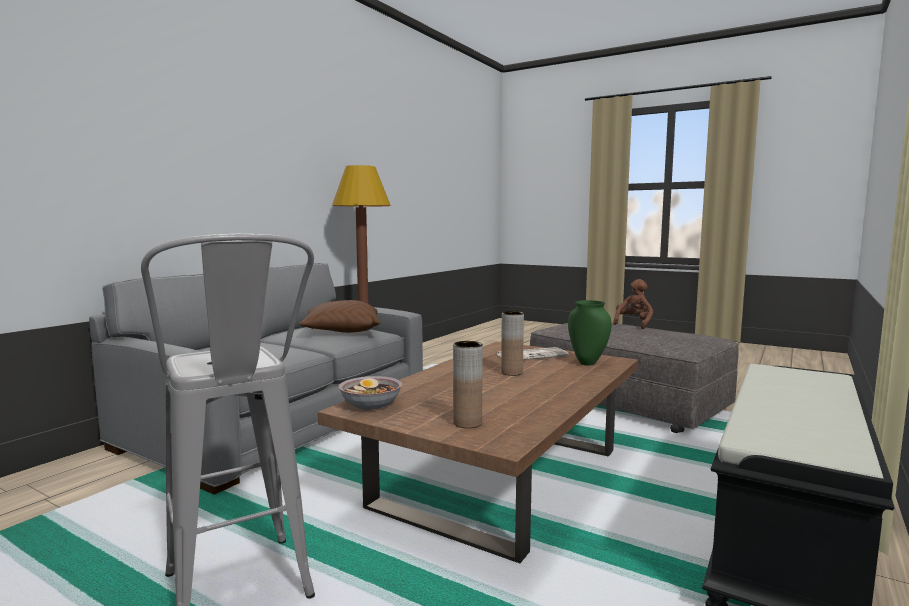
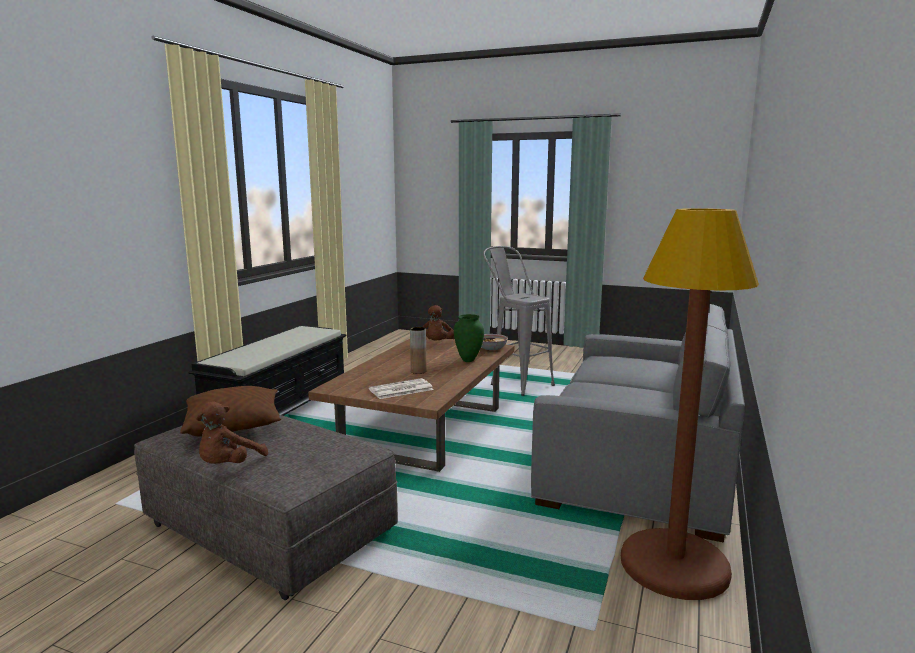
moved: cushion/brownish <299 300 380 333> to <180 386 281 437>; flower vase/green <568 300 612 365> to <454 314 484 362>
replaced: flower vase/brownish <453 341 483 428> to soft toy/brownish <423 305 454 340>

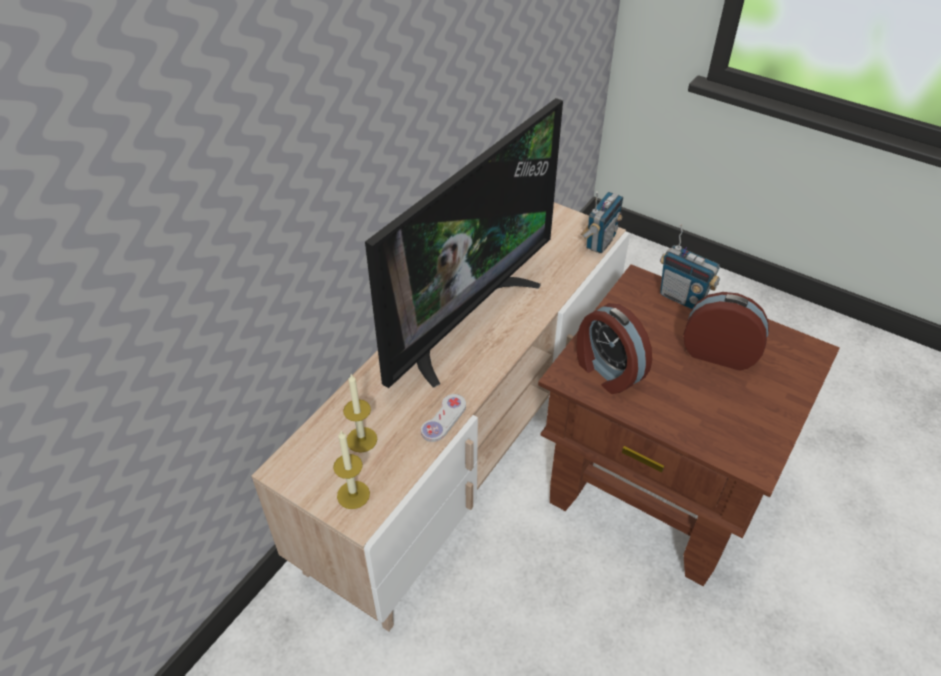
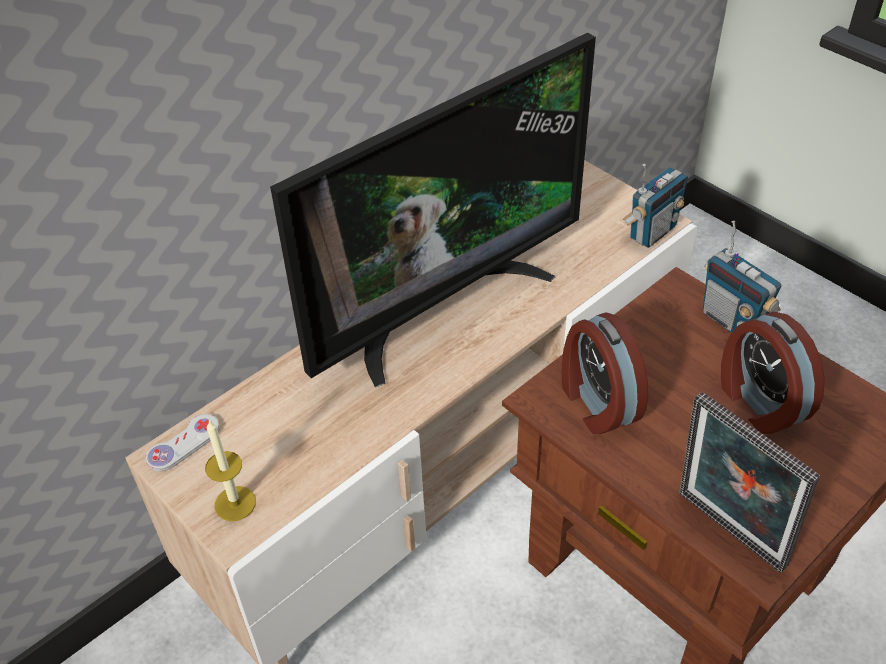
removed: candle <343 374 377 453>
added: photo frame <679 392 820 573>
moved: game controller/white <421 394 466 442> to <145 414 220 472>
turned: bedside clock <683 292 769 370> = <721 312 825 434> 150 degrees counterclockwise

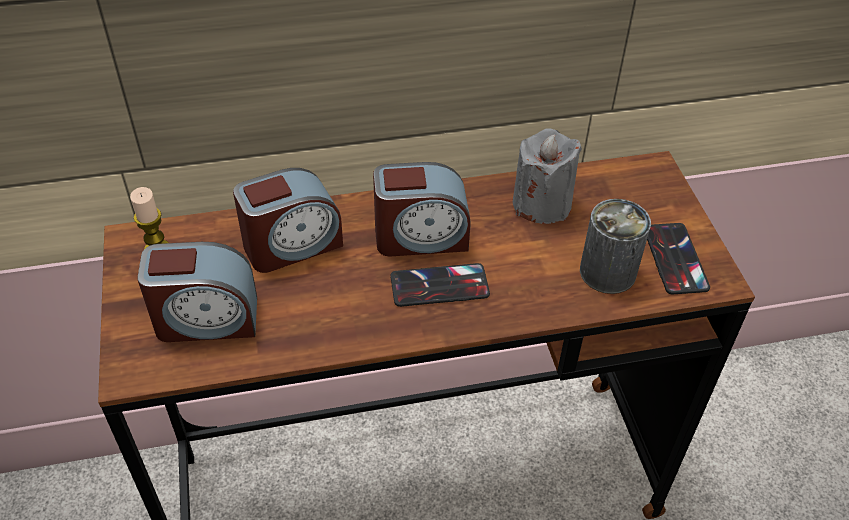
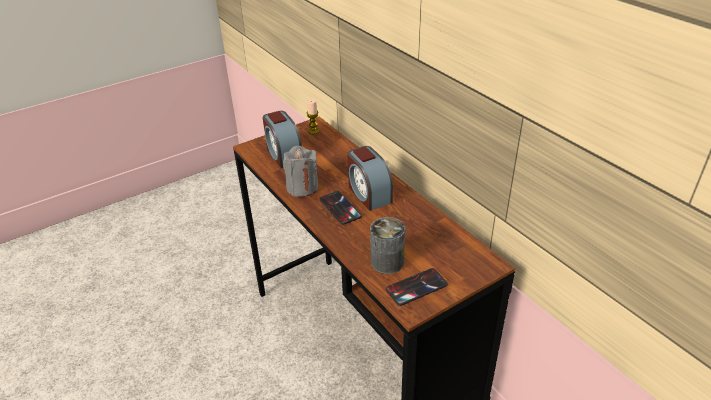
removed: bedside clock <233 168 343 273>
moved: candle/greyish <513 128 582 224> to <283 146 318 197>

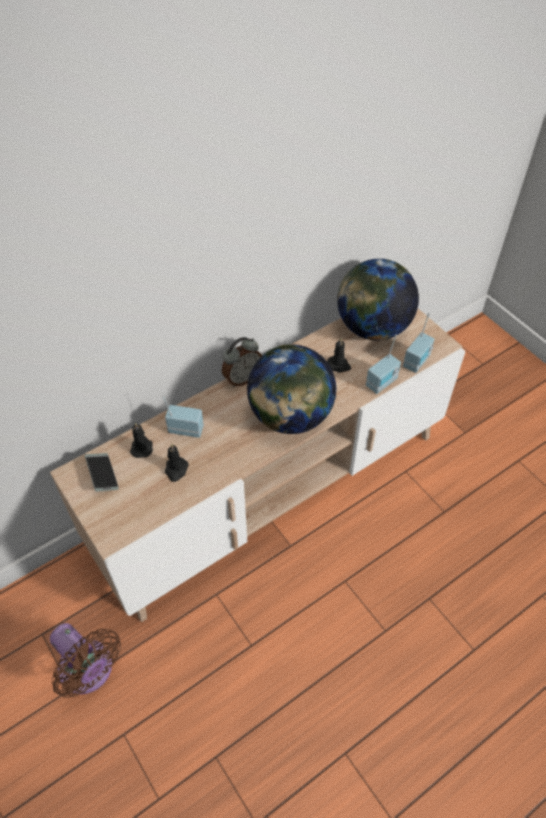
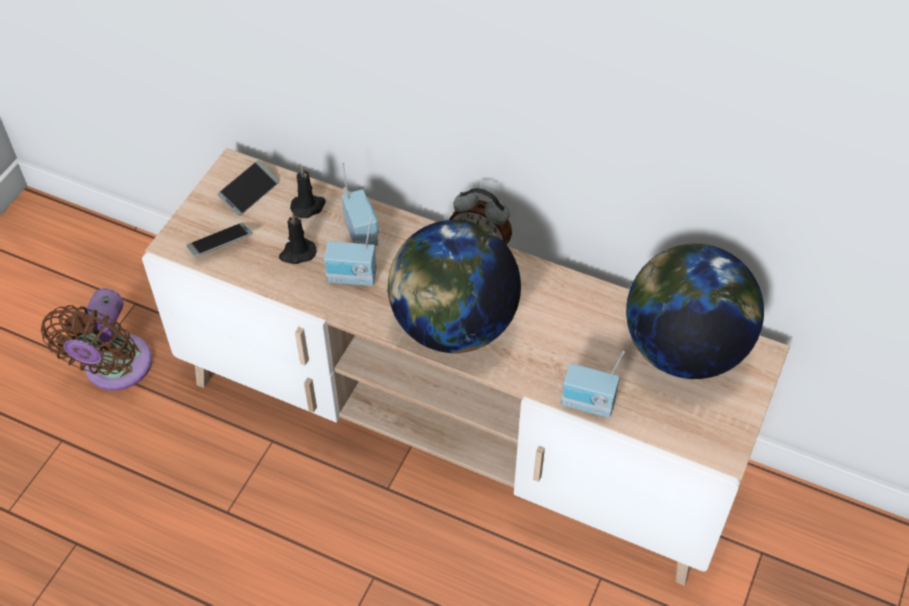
removed: candle/blackish <327 338 351 373>
added: handset <186 223 253 257>
moved: radio <403 312 434 373> to <324 218 377 286>

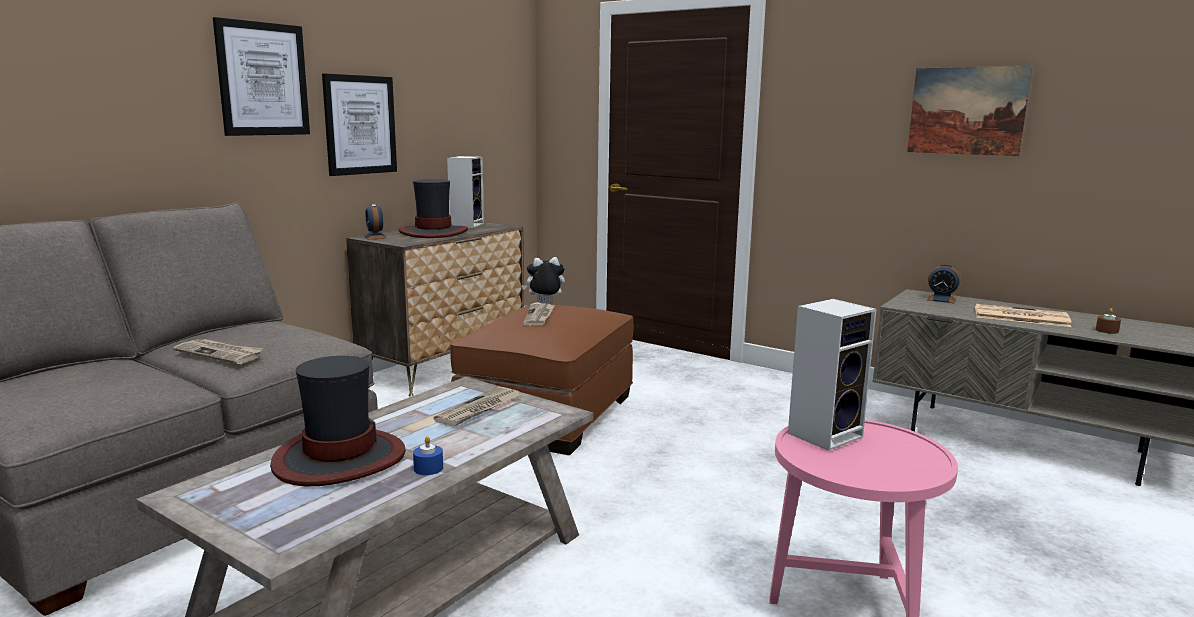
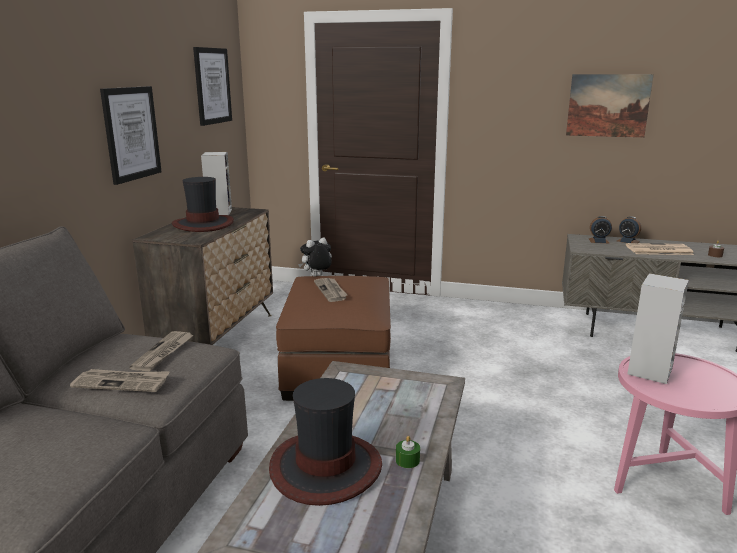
moved: newspaper <434 387 522 427> to <129 331 194 371>; wall picture <213 17 310 136> to <193 47 232 126>; bedside clock <365 204 387 240> to <617 216 641 243>
recoloured: candle/blue <413 436 443 475> to candle/green <396 436 420 468>

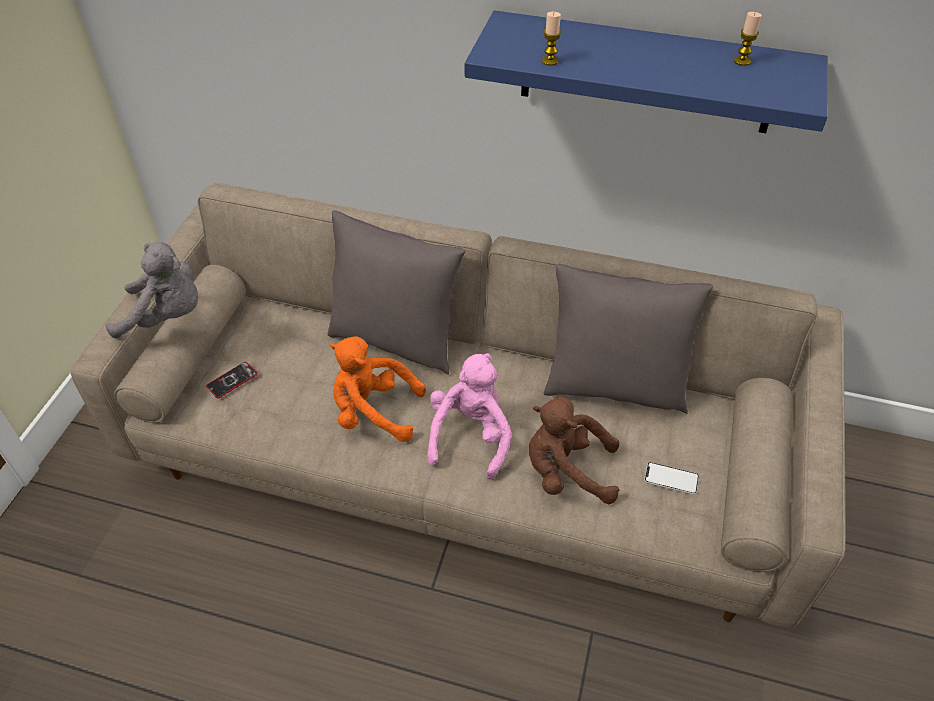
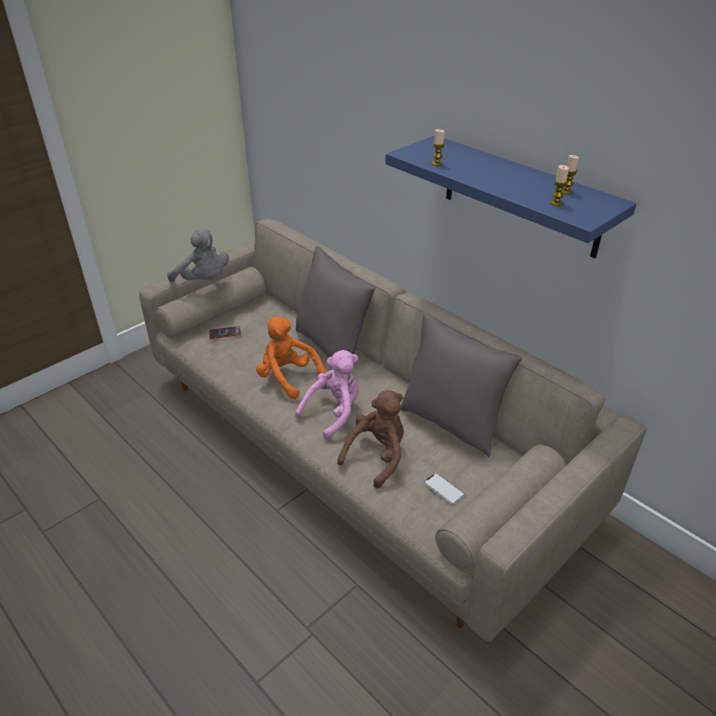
added: candle <550 165 569 206>
turned: soft toy/brownish <529 397 619 504> = <337 390 404 488> 90 degrees clockwise

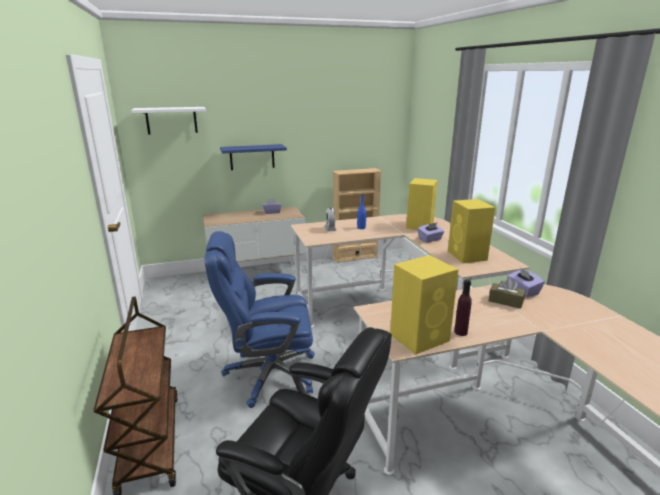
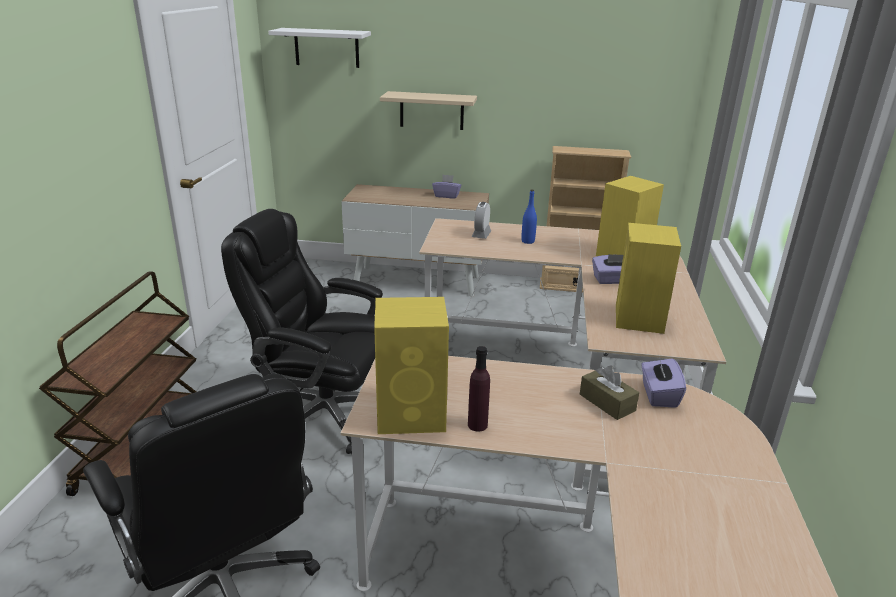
recoloured: computer chair/blue <204 231 315 408> to computer chair/blackish <221 209 383 454>; shelf/blue <220 144 287 170> to shelf/beige <380 91 477 130>

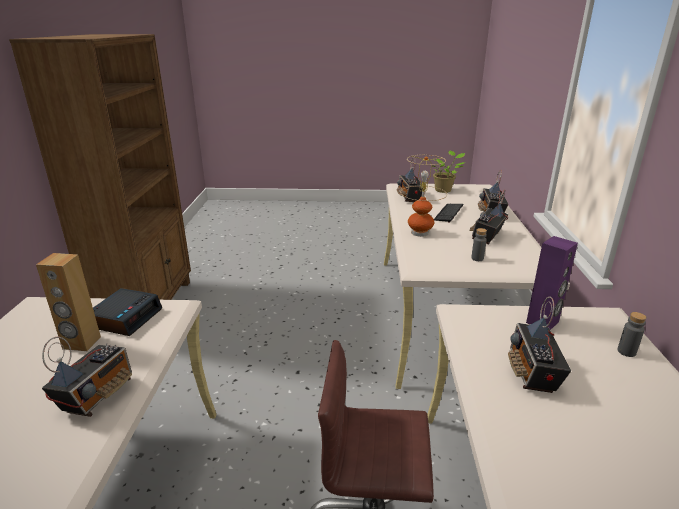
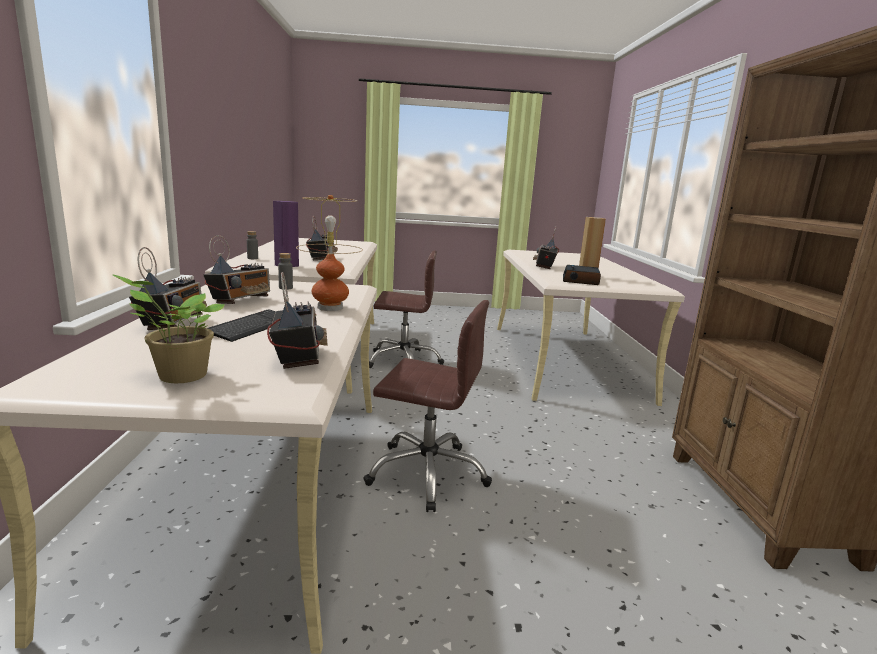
added: computer chair/brownish <363 300 492 512>

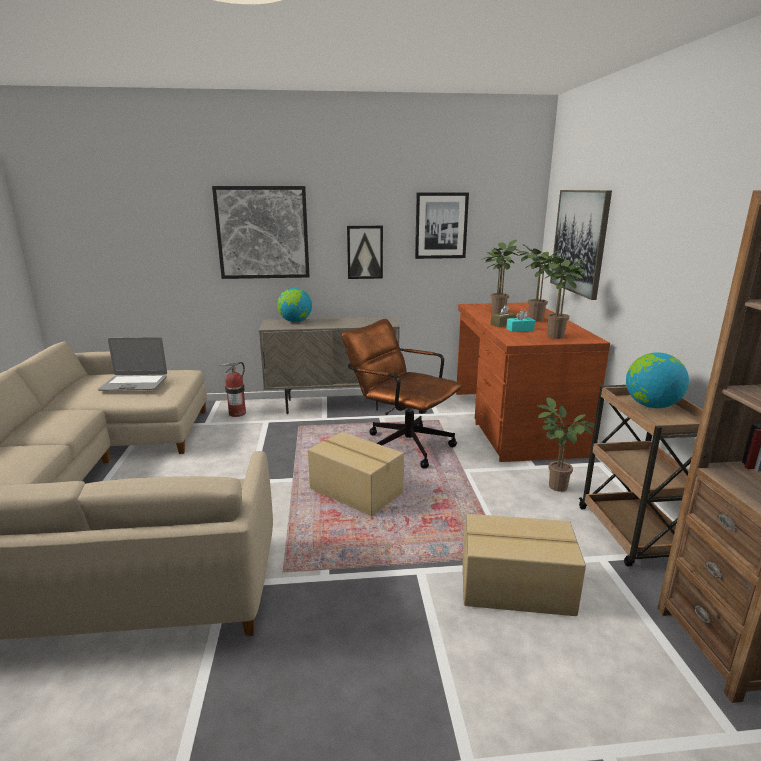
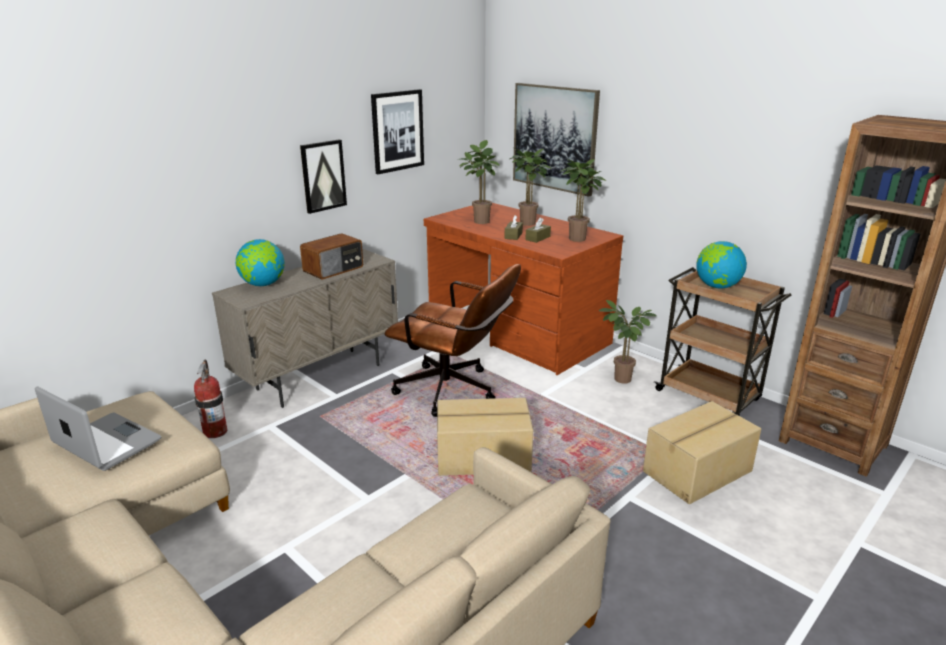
removed: wall picture <212 186 310 279>
added: radio <300 233 363 279>
recoloured: tissue holder/turquoise <506 309 535 332> to tissue holder/brownish <525 218 551 243>
turned: portable computer <98 337 167 391> = <35 386 161 471> 105 degrees counterclockwise; computer chair/brownish <342 319 462 469> = <384 264 521 417> 150 degrees counterclockwise

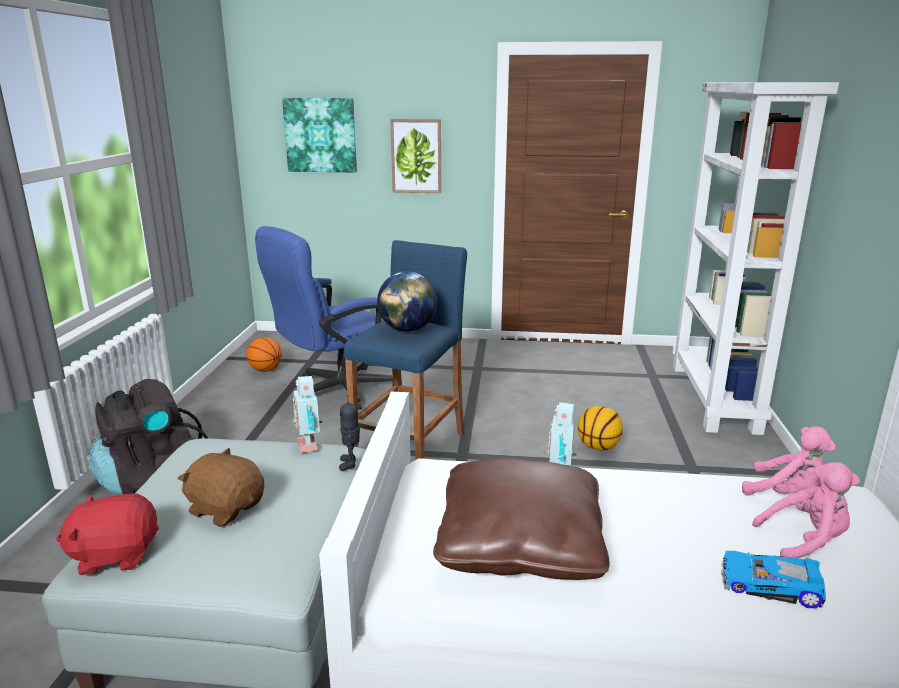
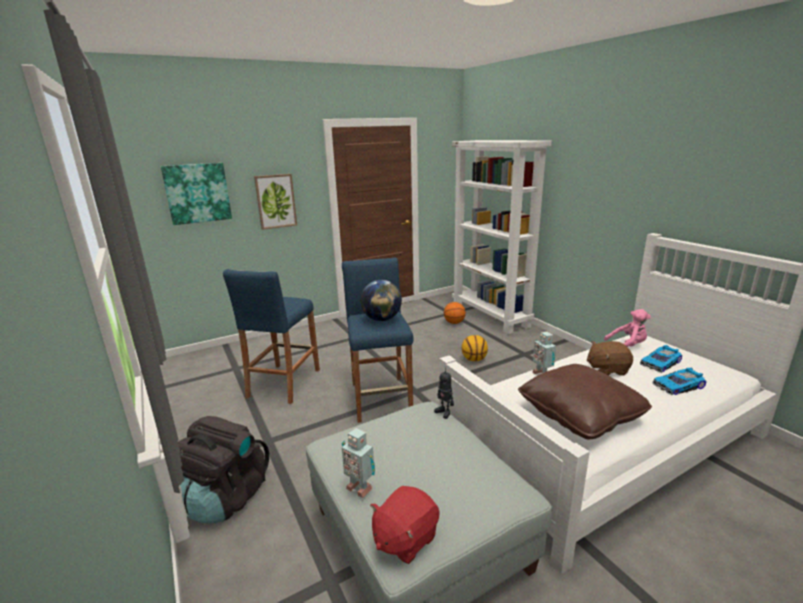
moved: model robot <293 376 322 453> to <342 428 375 498>; ball for basketball <246 337 282 372> to <444 302 466 324>; soft toy/brownish <178 448 264 527> to <587 341 633 376>
replaced: computer chair/blue <255 226 394 410> to sitting stool/blue <223 269 320 404>; soft toy/pinkish <752 462 860 558> to model car <640 345 682 373>

